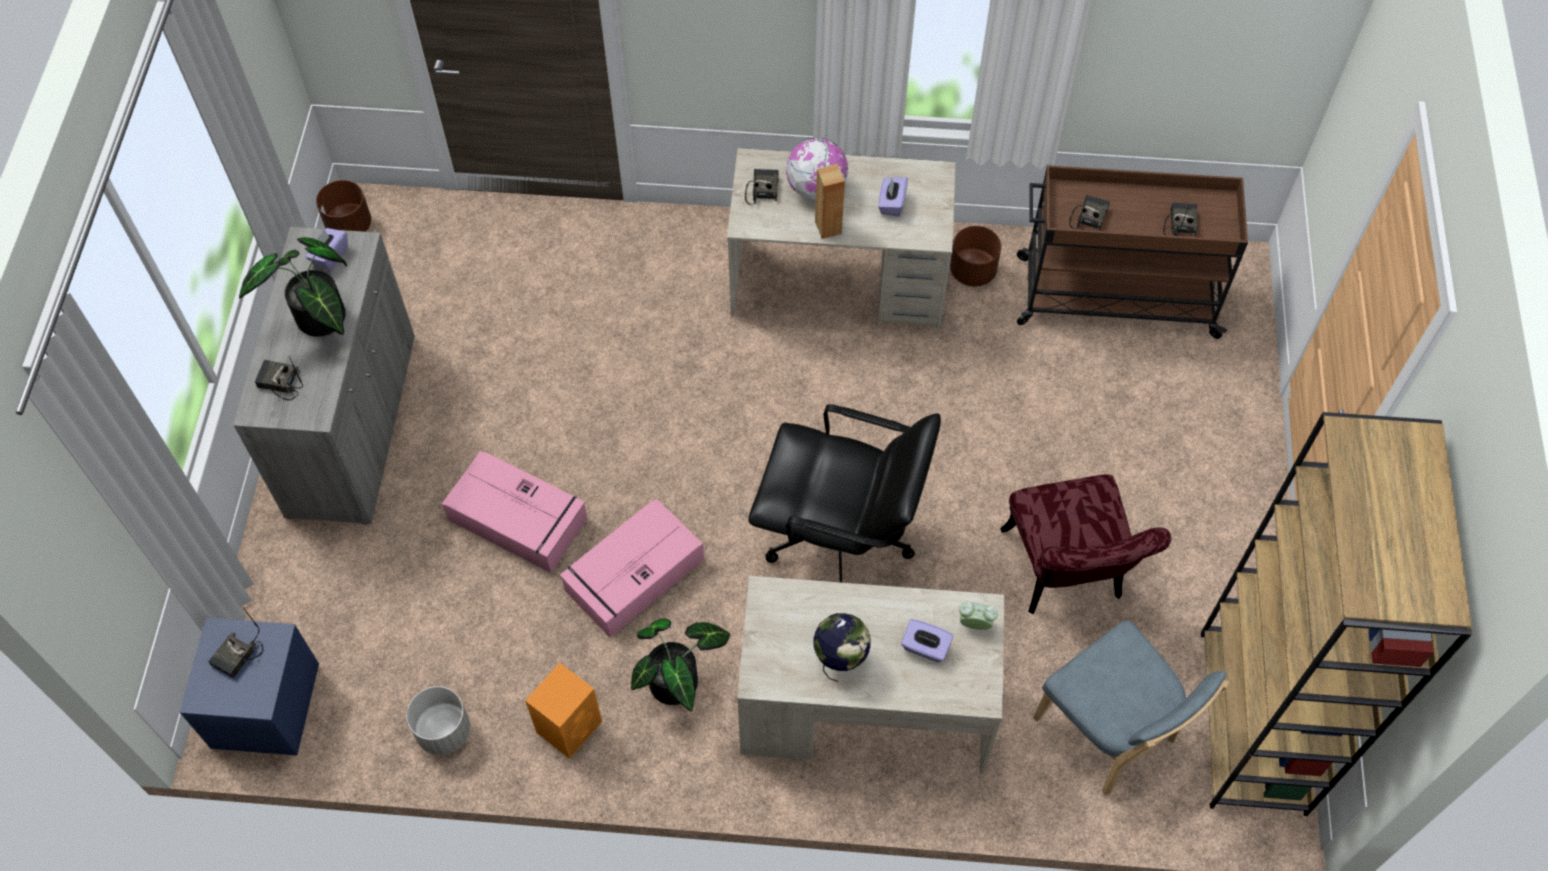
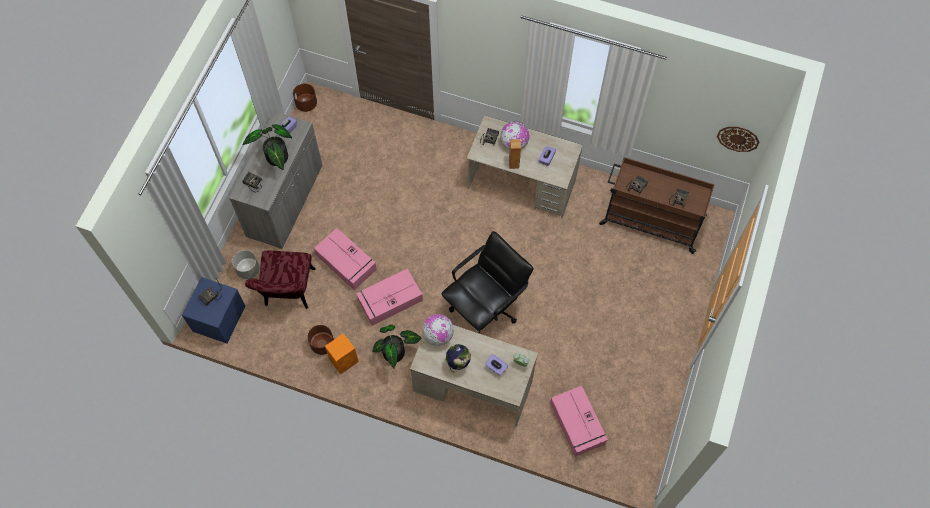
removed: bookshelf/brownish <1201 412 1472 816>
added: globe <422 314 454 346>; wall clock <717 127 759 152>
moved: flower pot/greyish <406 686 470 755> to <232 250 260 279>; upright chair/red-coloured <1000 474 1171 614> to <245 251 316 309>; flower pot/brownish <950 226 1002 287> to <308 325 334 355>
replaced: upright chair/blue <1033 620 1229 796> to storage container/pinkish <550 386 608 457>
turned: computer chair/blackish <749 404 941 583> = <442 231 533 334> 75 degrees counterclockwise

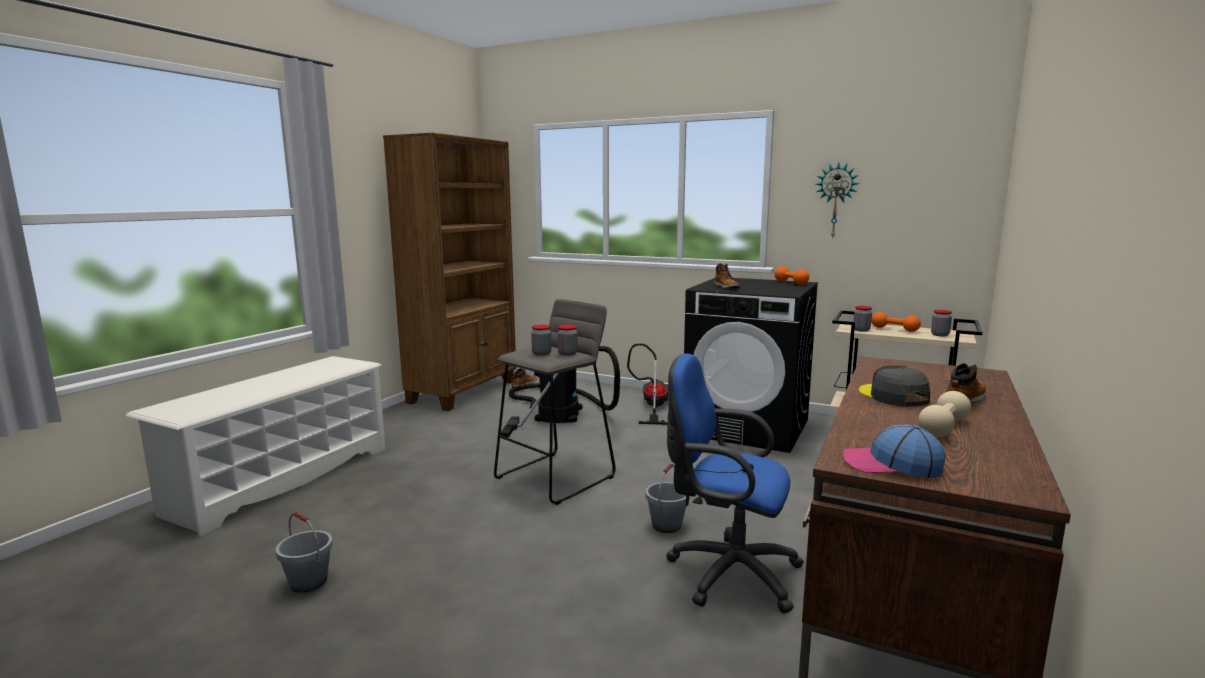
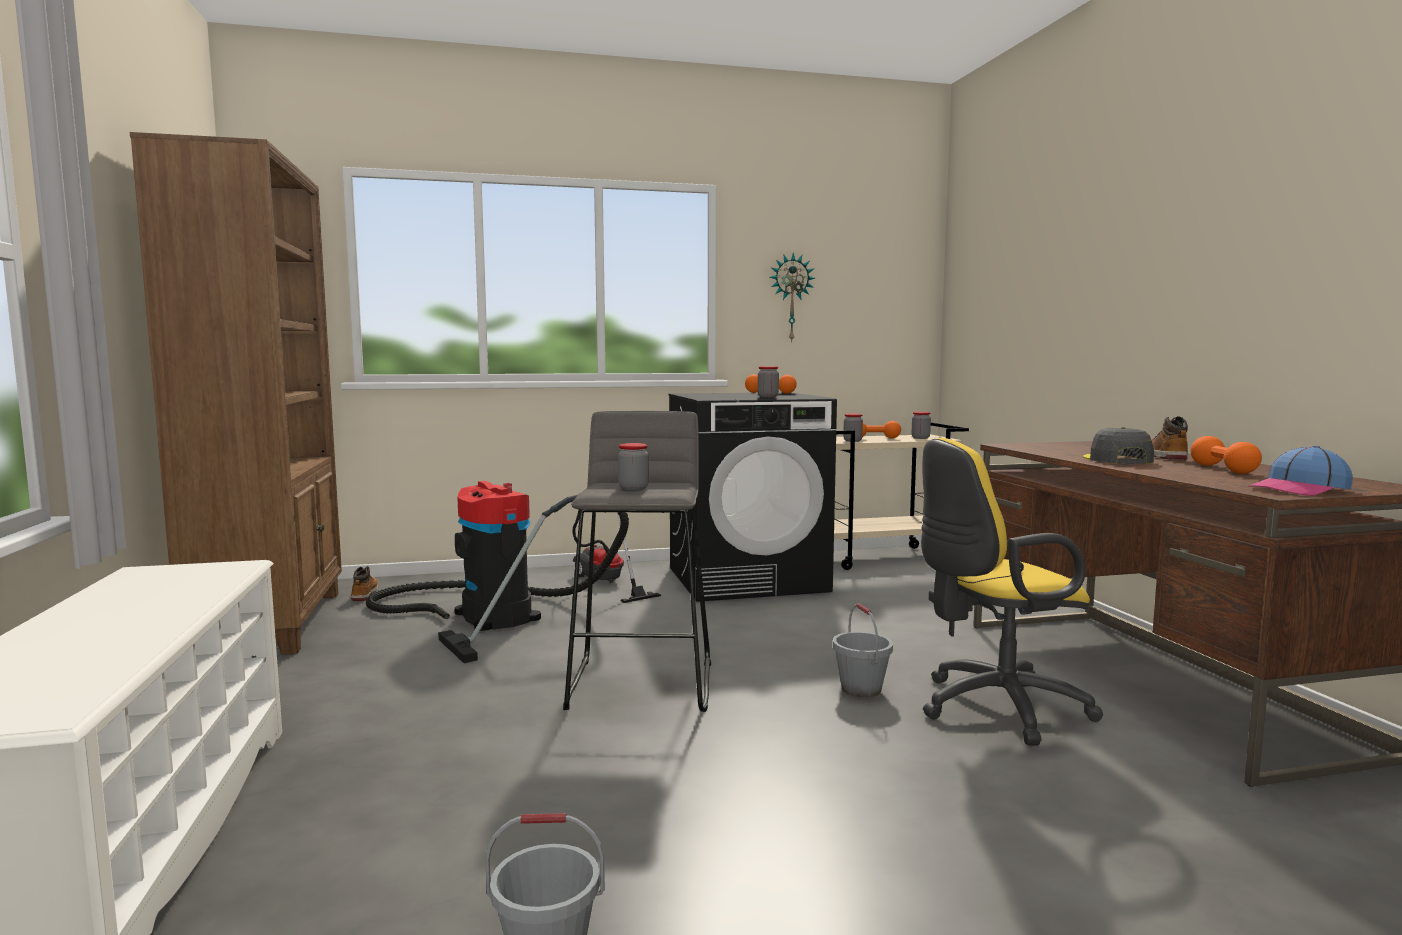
removed: high-top boot <714 263 740 289>
moved: jar <558 325 578 356> to <758 366 779 397>
recoloured: computer chair/blue <666 354 804 614> to computer chair/yellow-coloured <921 438 1103 745>; dumbbell/beige <918 391 971 437> to dumbbell/orange-coloured <1191 436 1262 474>
turned: baseball cap/greyish <859 365 930 407> = <1083 427 1154 464> 60 degrees clockwise

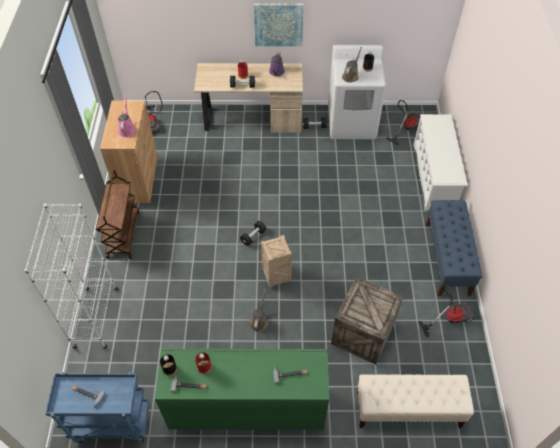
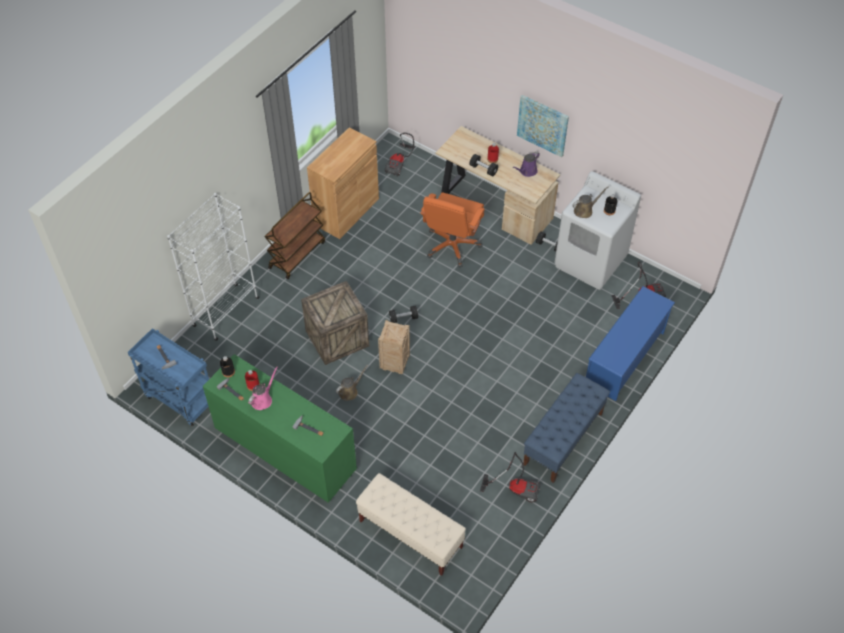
added: computer chair/orange-coloured <420 193 485 267>
moved: sprinkling can/pinkish <118 97 136 138> to <248 367 278 410>; crate <331 276 403 365> to <301 281 369 365>
recoloured: shoe stand/white <414 114 467 211> to shoe stand/blue <586 286 675 401>

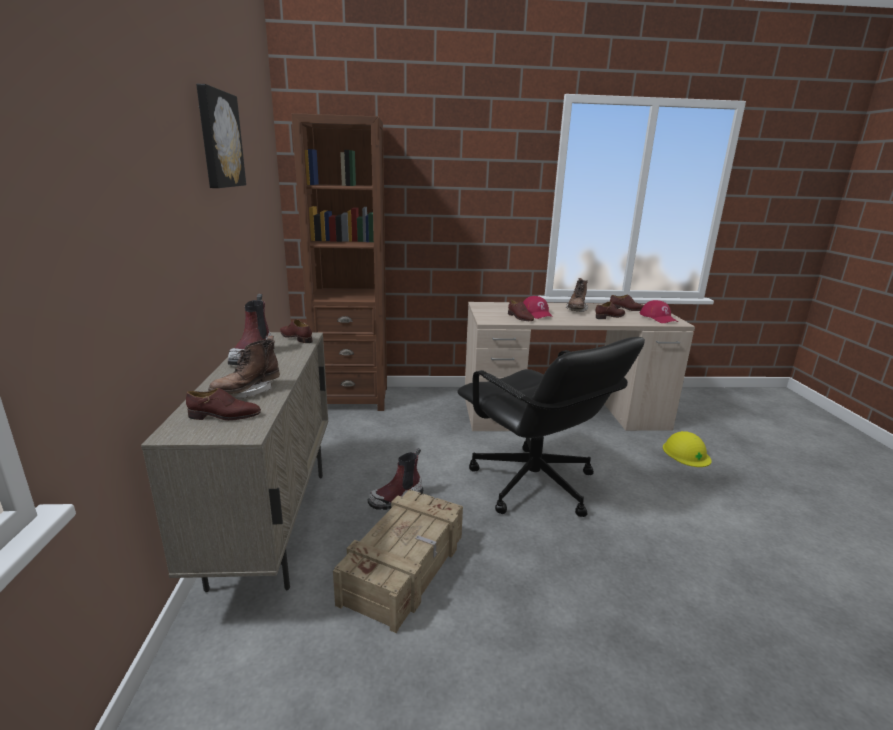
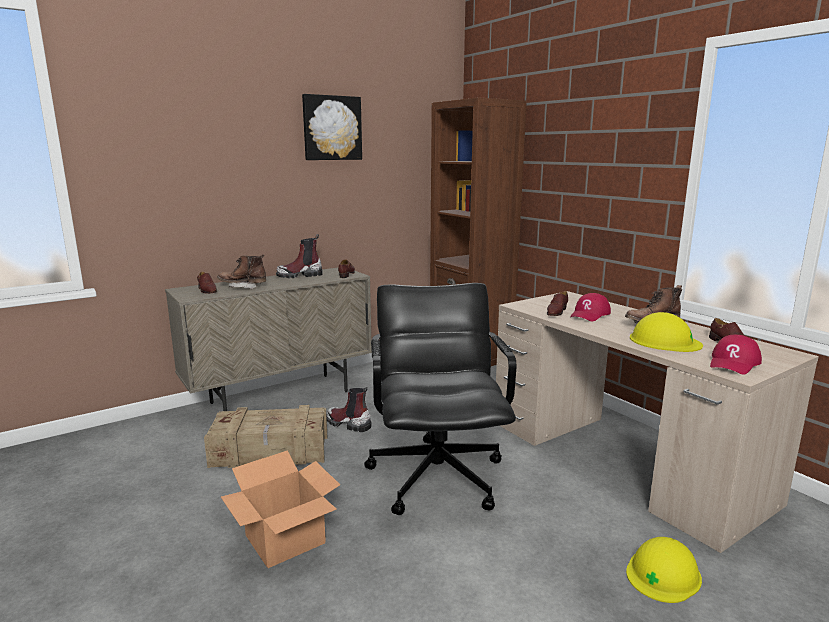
added: carton <221 450 340 568>
replaced: low shoe/brownish <595 302 625 319> to safety helmet/yellow-coloured <630 312 703 352>
turned: computer chair/blackish <457 337 645 517> = <364 283 516 515> 150 degrees clockwise

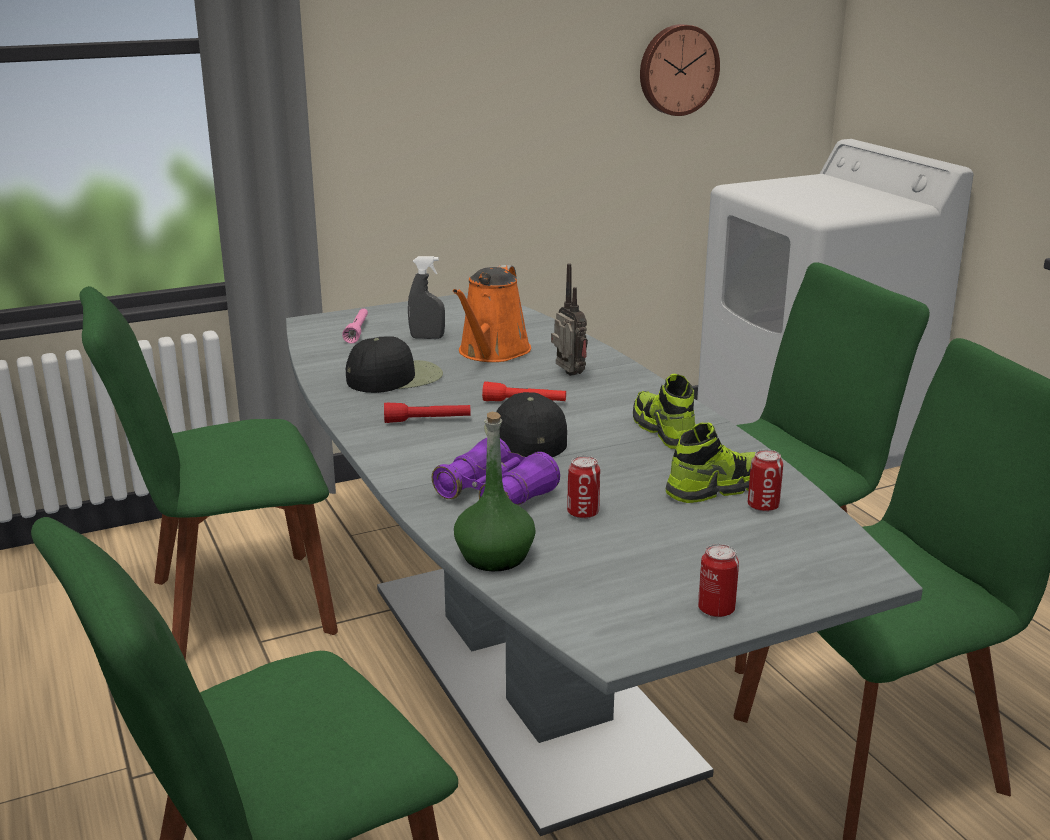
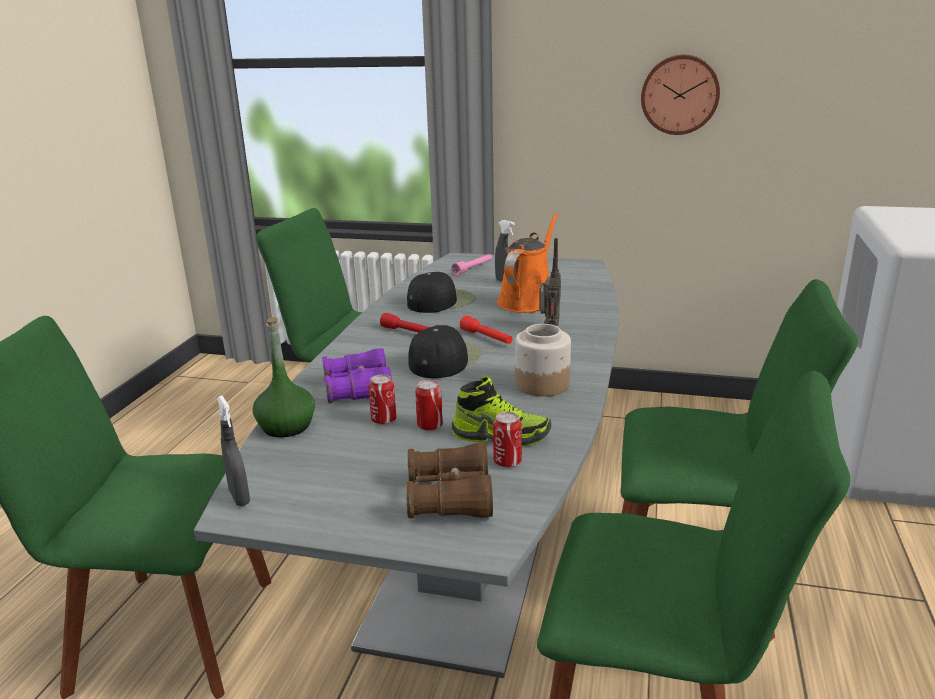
added: spray bottle/greyish <217 396 250 506>; field glasses/brownish <406 443 493 519>
moved: metal can <698 544 739 617> to <415 380 443 431>; wall clock <640 24 720 116> to <641 55 720 135>
replaced: low shoe <633 374 696 449> to jar <515 324 571 397>
turned: baseball cap/blackish <346 336 443 393> = <407 272 476 313> 45 degrees counterclockwise; sprinkling can/orange-coloured <453 265 531 362> = <497 213 559 313> 150 degrees clockwise

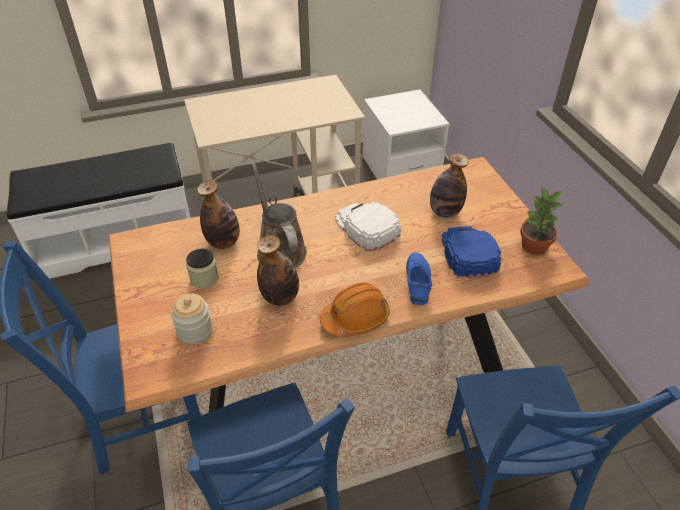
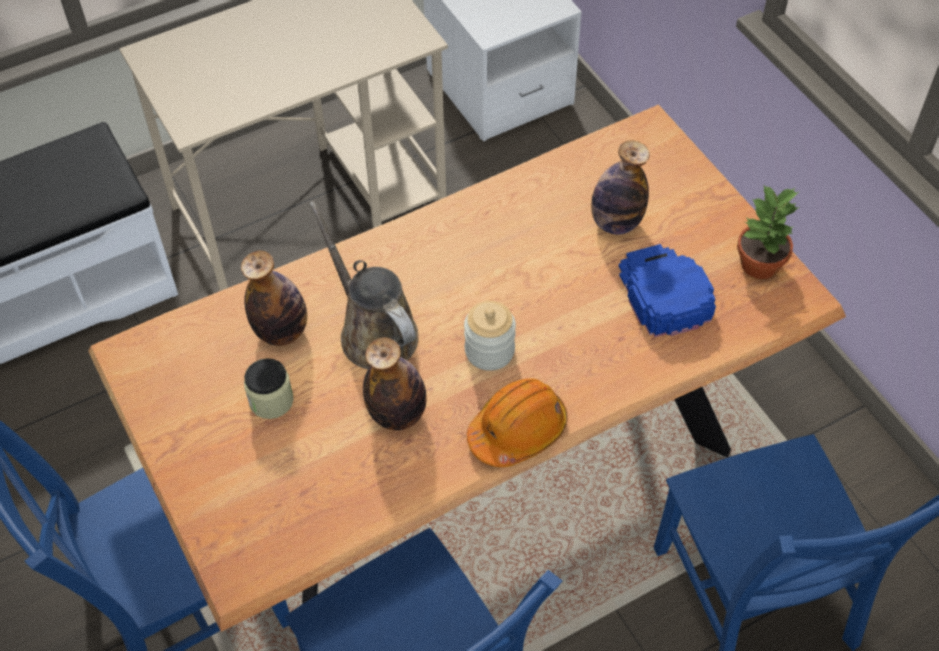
removed: baseball cap/white <335 202 401 251>; low shoe/blue <406 252 433 305>
moved: jar <171 294 213 345> to <464 301 516 371>

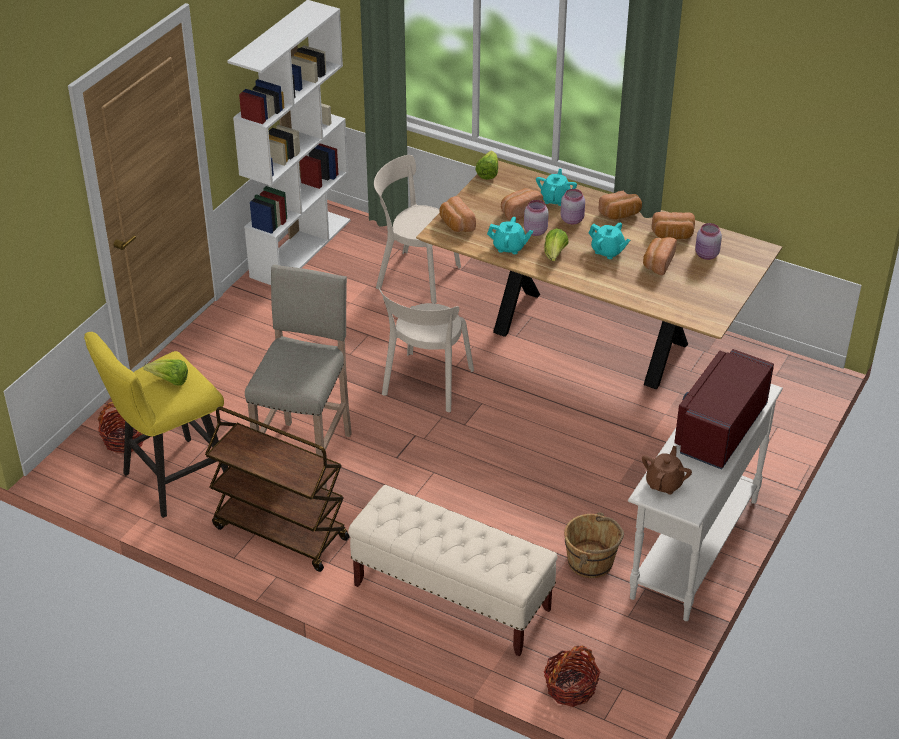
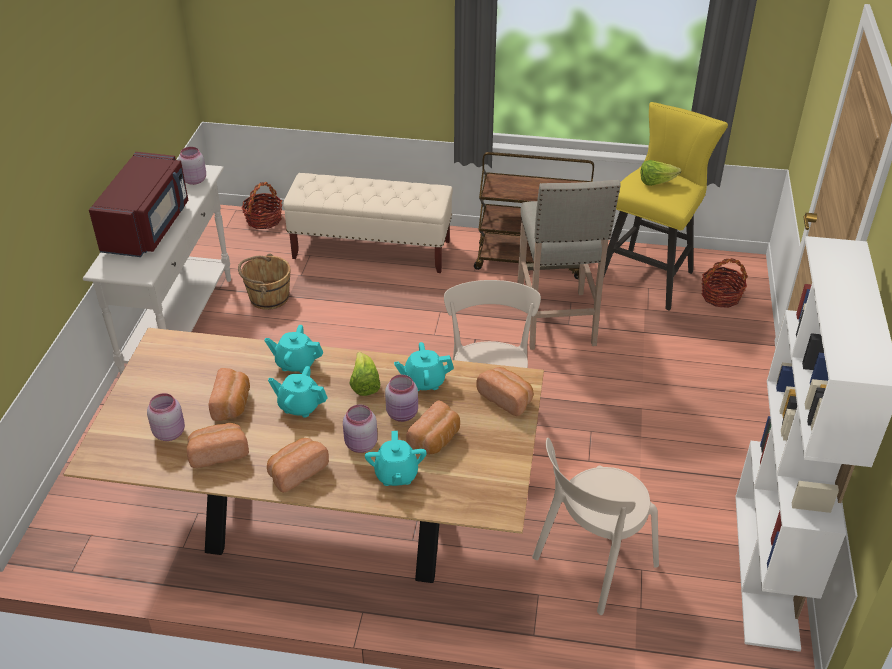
removed: lettuce head <475 150 498 180>
added: teapot/turquoise <264 325 323 373>
replaced: teapot/brownish <642 446 692 494> to jar/pinkish <178 147 206 185>
turned: upright chair/beige <374 155 461 303> = <532 438 659 615> 135 degrees clockwise

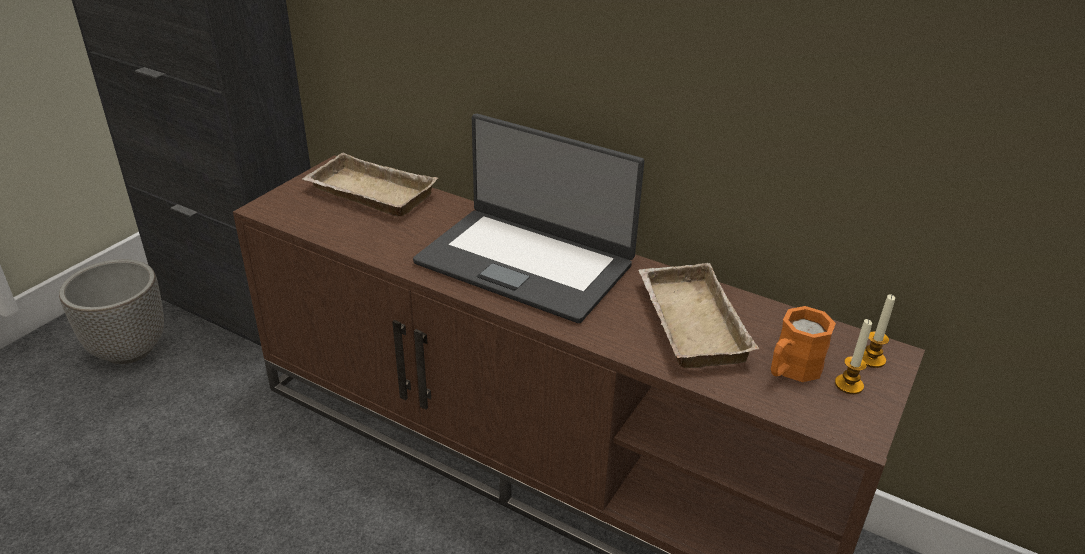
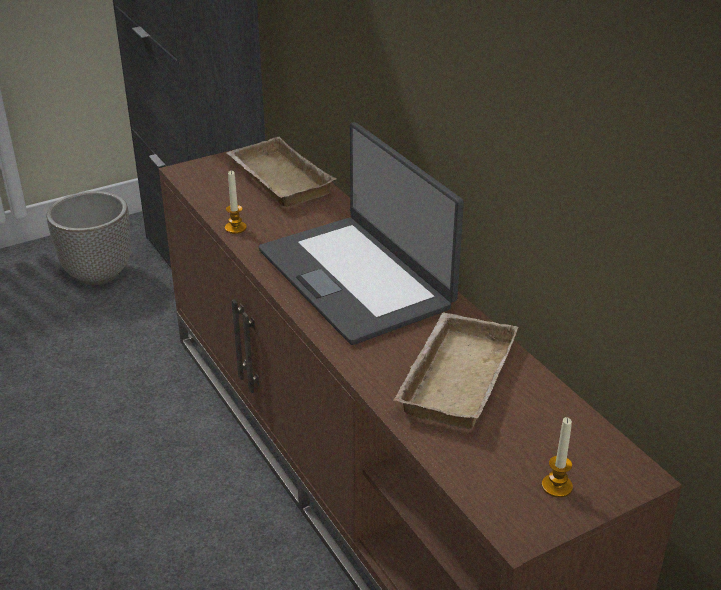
removed: tea mug/orange-coloured <771 306 836 382>
moved: candle <862 294 895 368> to <225 171 247 234>

